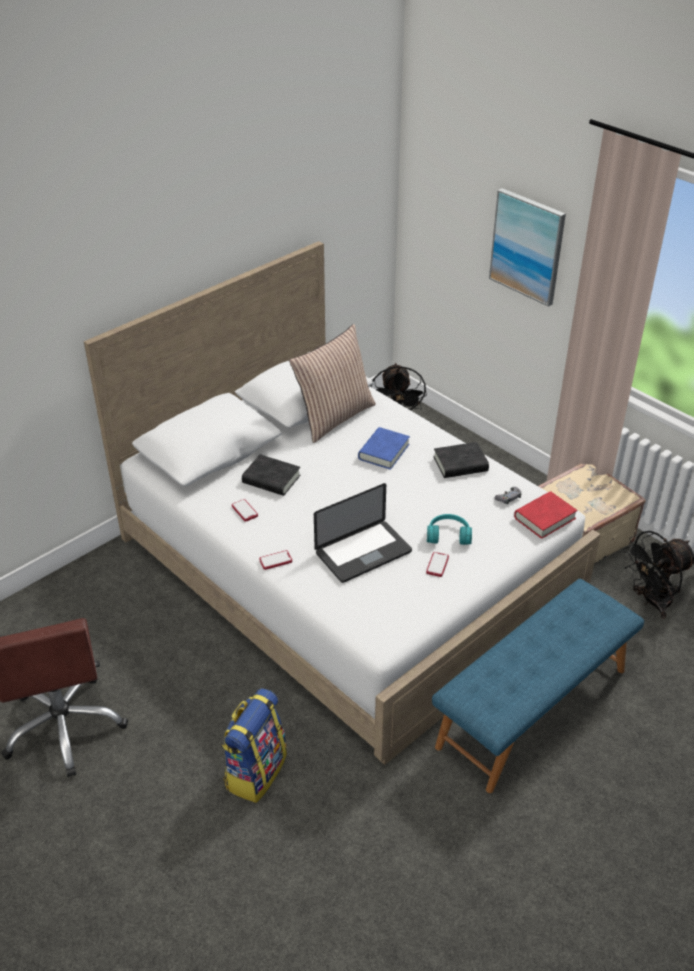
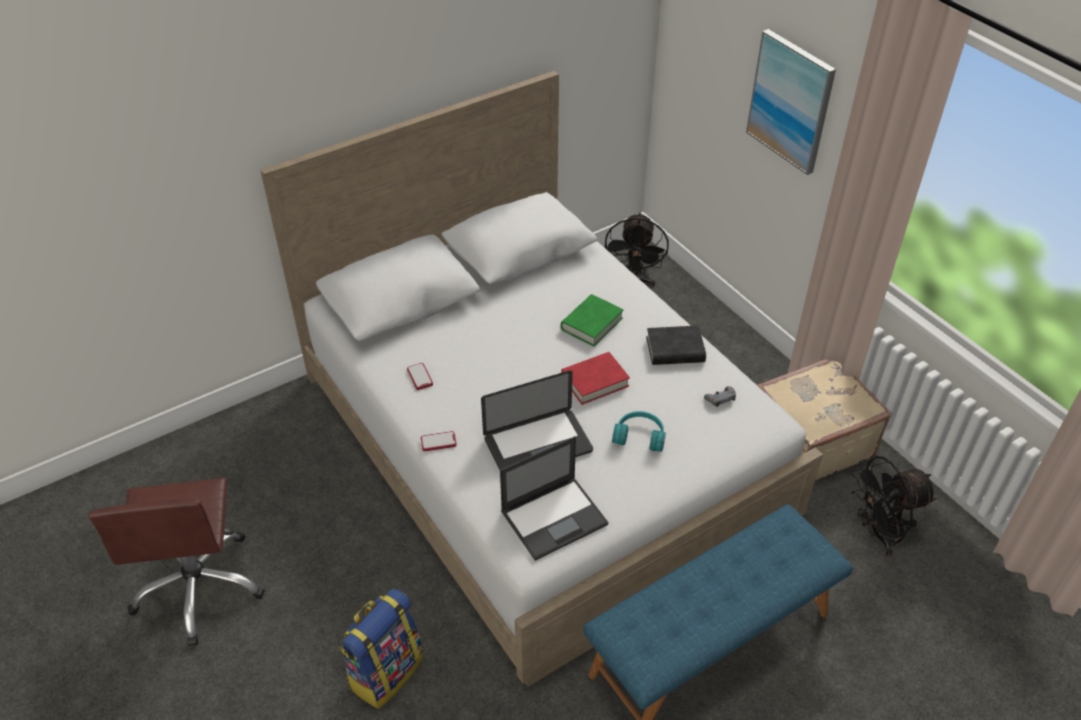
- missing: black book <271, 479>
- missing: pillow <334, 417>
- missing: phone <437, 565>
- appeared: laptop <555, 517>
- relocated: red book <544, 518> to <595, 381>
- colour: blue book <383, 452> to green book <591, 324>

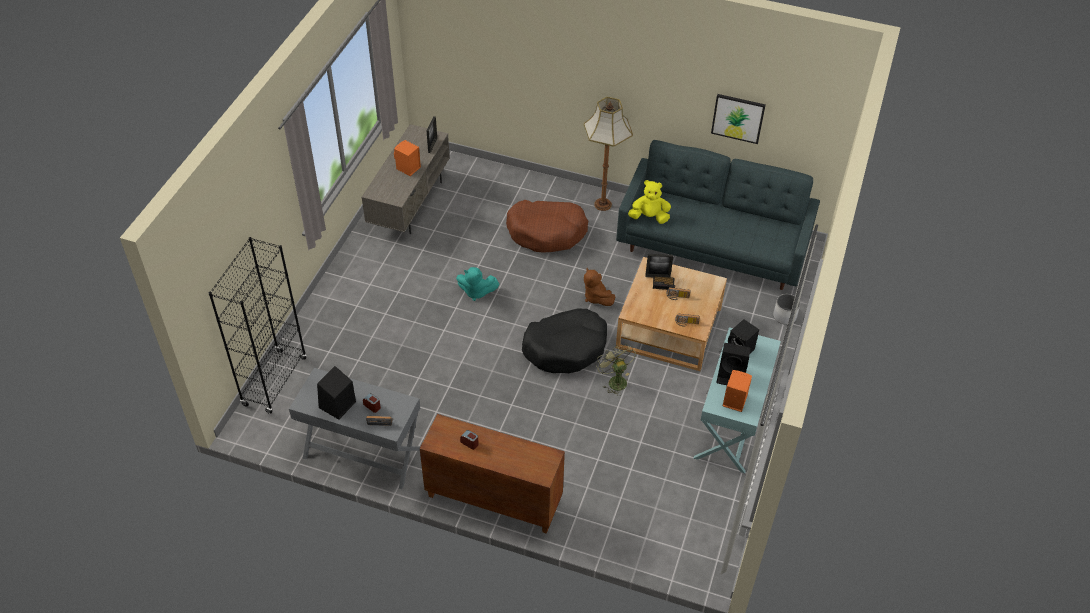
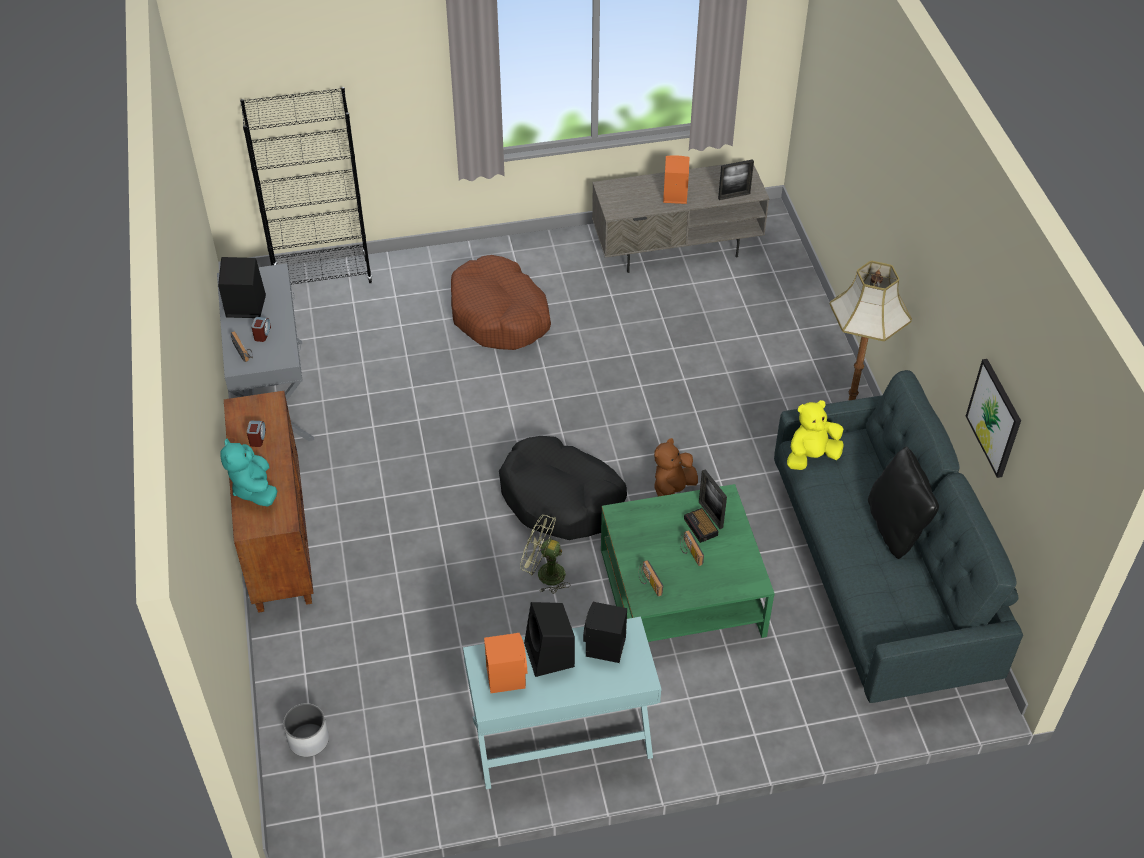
- appeared: black pillow <895, 527>
- relocated: turquoise plush toy <476, 292> to <254, 489>
- relocated: brown dog bed <547, 232> to <499, 315>
- relocated: white planter <784, 316> to <308, 739>
- colour: beige coffee table <669, 328> to green coffee table <682, 592>
- spun: green fan <614, 380> = <544, 573> 105 degrees counterclockwise
- spun: yellow plush toy <649, 217> = <811, 456> 90 degrees counterclockwise

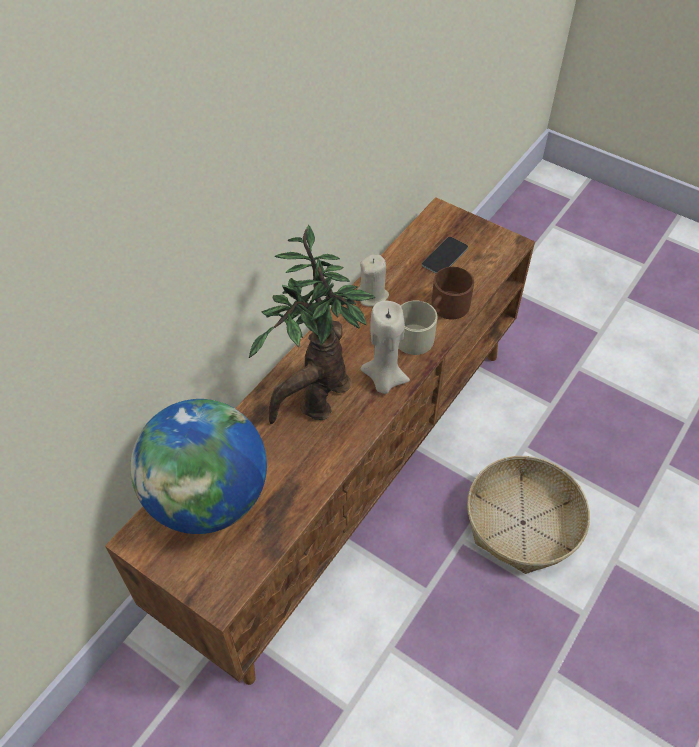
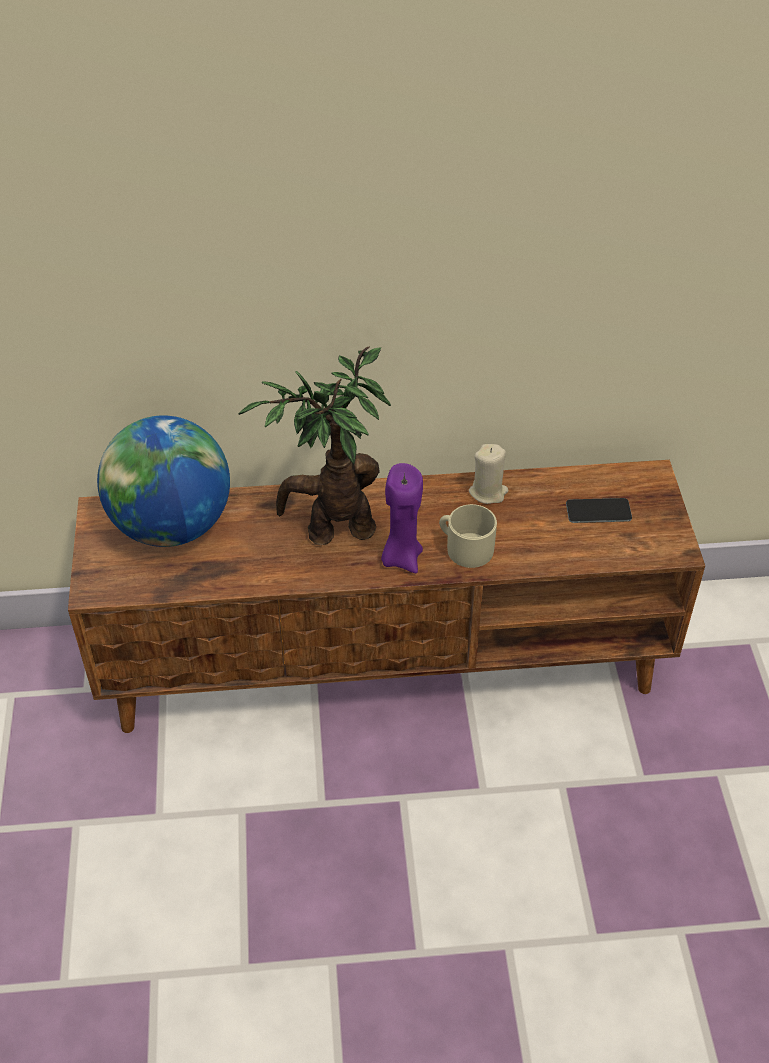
- missing: brown mug <447, 308>
- missing: basket <522, 522>
- colour: beige candle <384, 380> to purple candle <401, 557>

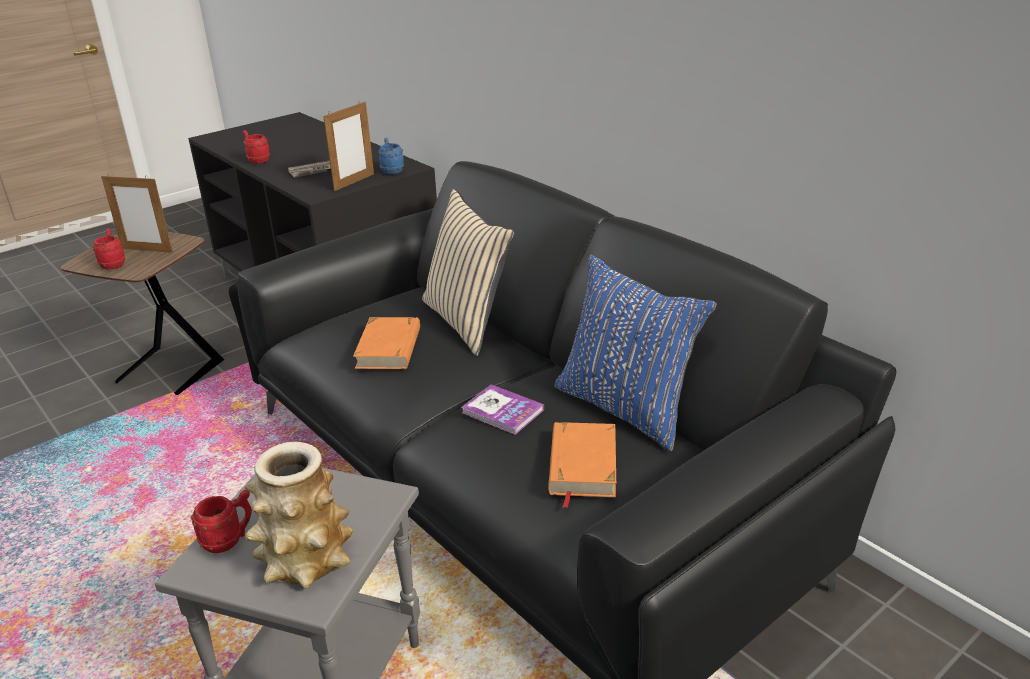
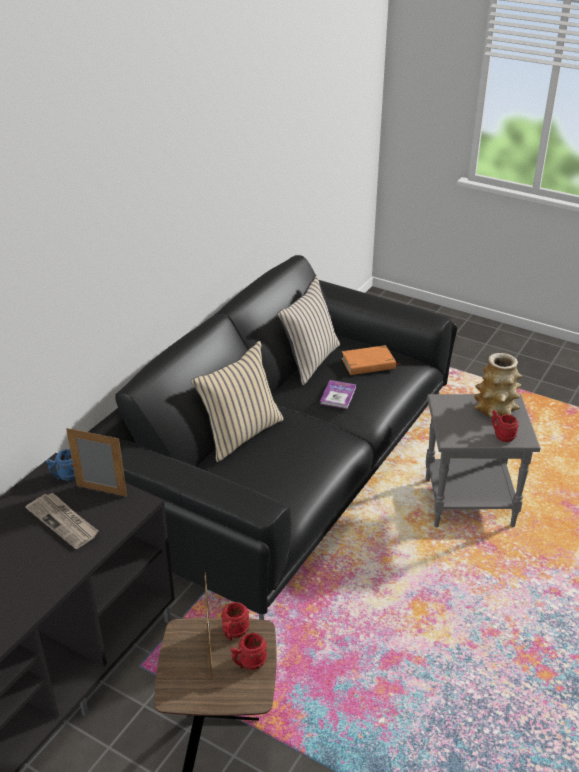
- missing: orange book <389, 348>
- relocated: red mug <256, 160> to <233, 633>
- colour: blue pillow <626, 407> to beige pillow <309, 361>

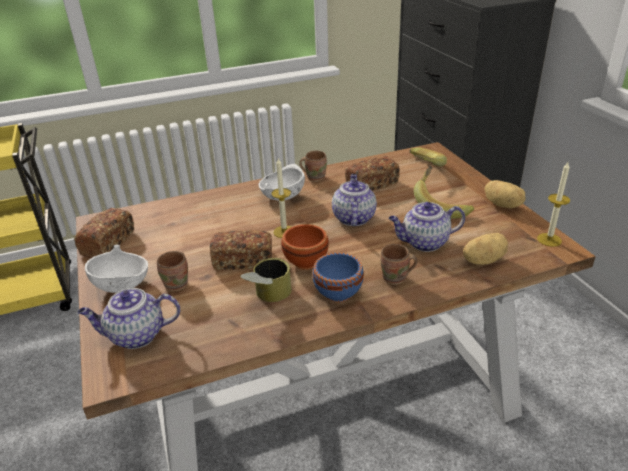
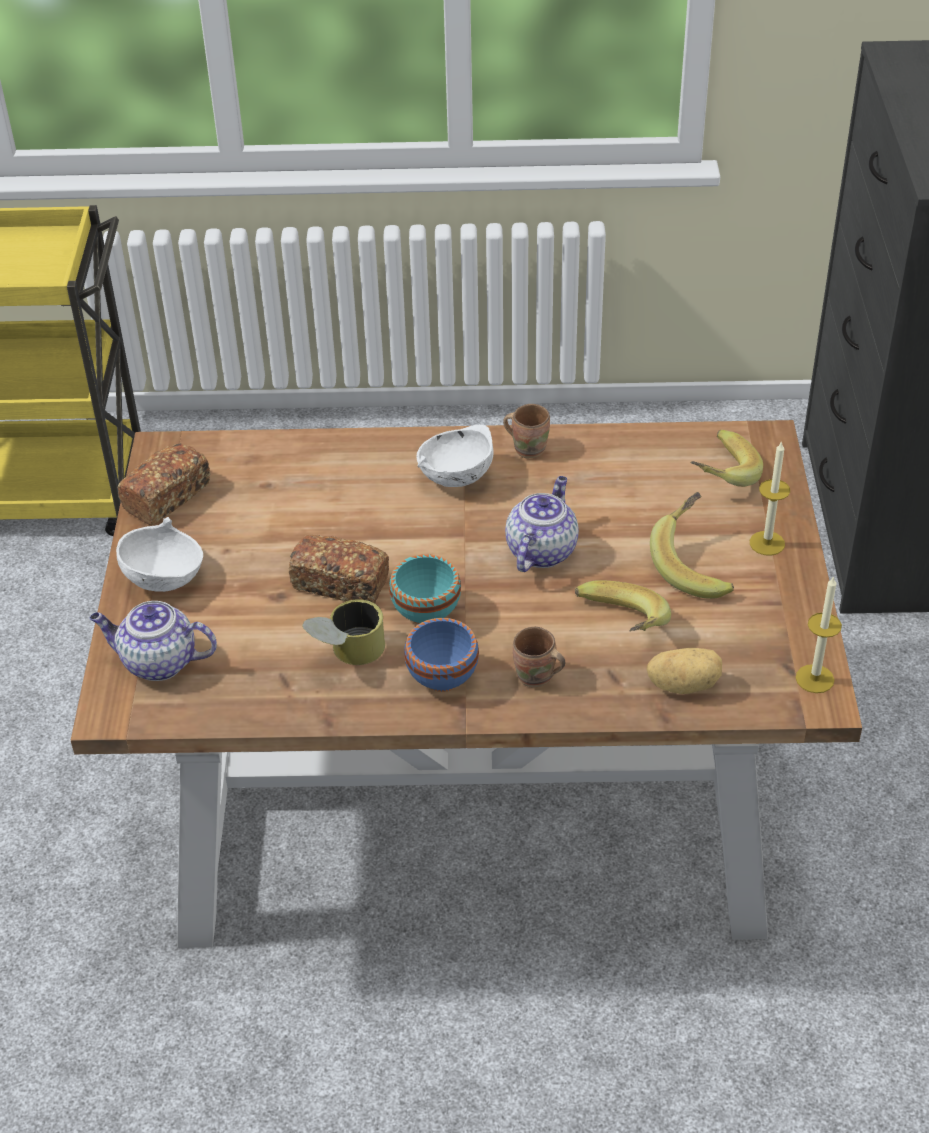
- missing: brown mug <178, 284>
- missing: bread <372, 184>
- missing: potato <503, 205>
- relocated: candle <284, 232> to <767, 543>
- exchanged: teapot <424, 243> to banana <618, 628>
- colour: brown bowl <305, 263> to turquoise bowl <424, 613>

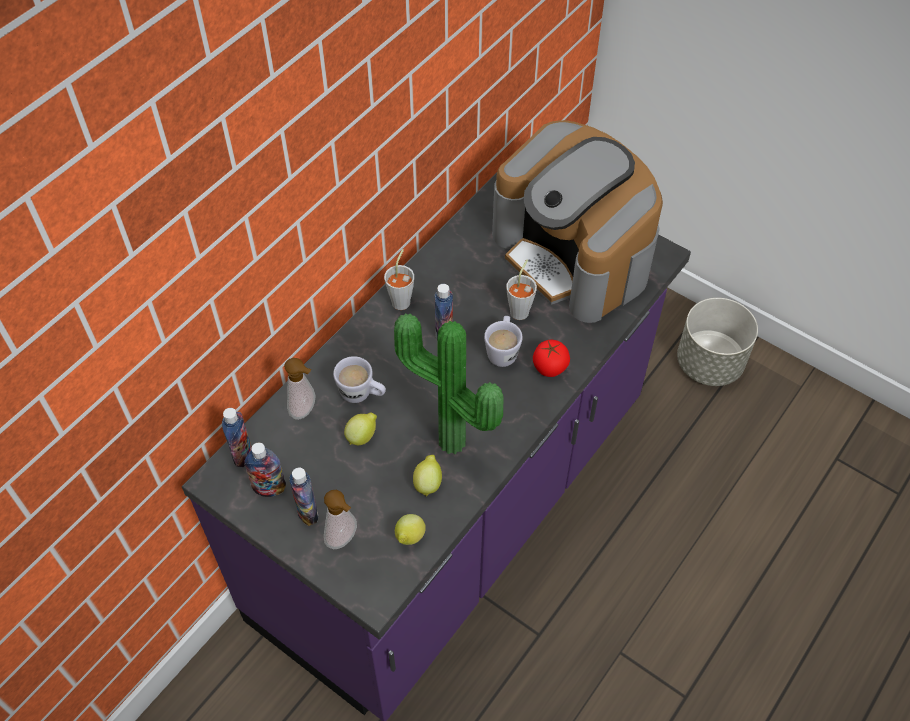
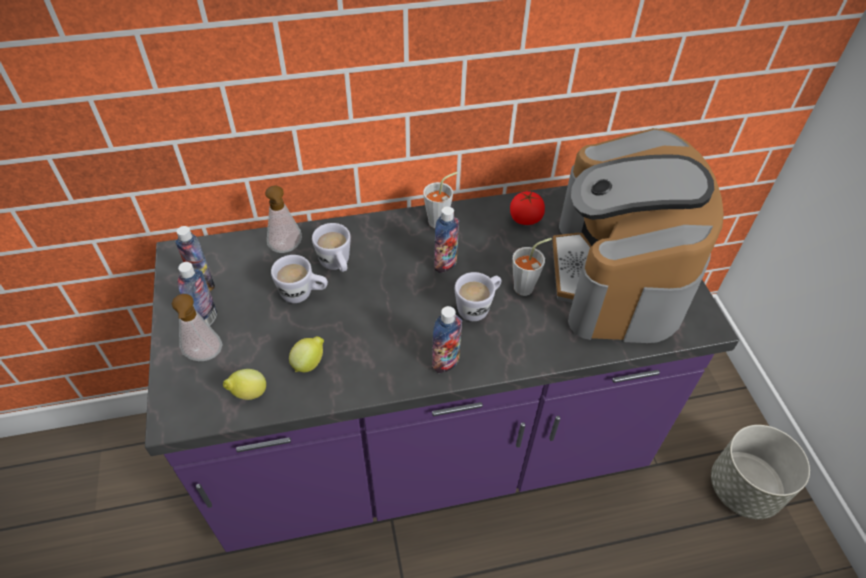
- missing: potted plant <449, 446>
- relocated: bottle <242, 454> to <445, 362>
- relocated: tomato <549, 367> to <525, 219>
- exchanged: lemon <362, 436> to white mug <303, 294>

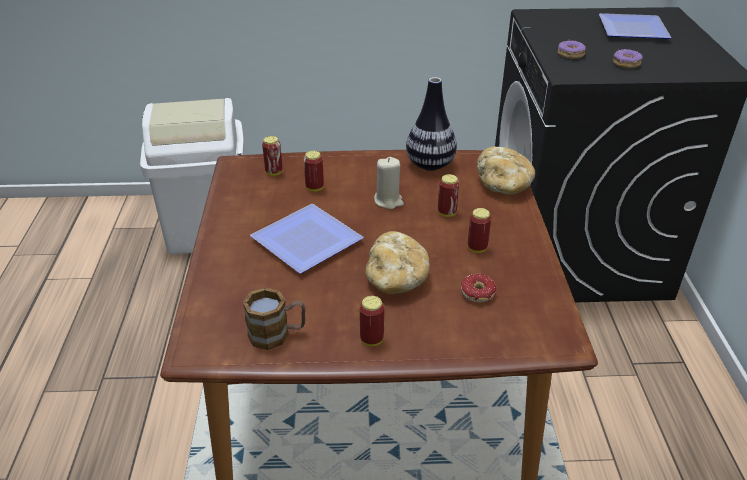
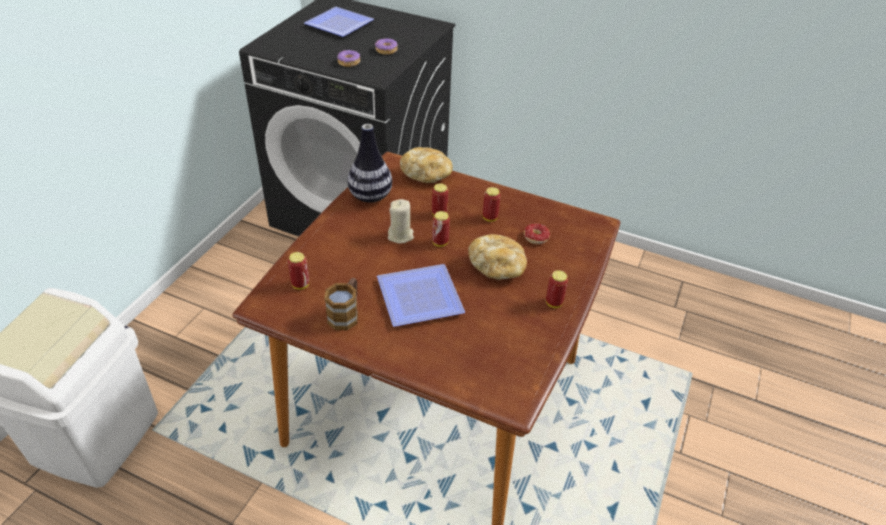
- relocated: mug <277, 334> to <346, 314>
- relocated: can <314, 188> to <440, 242>

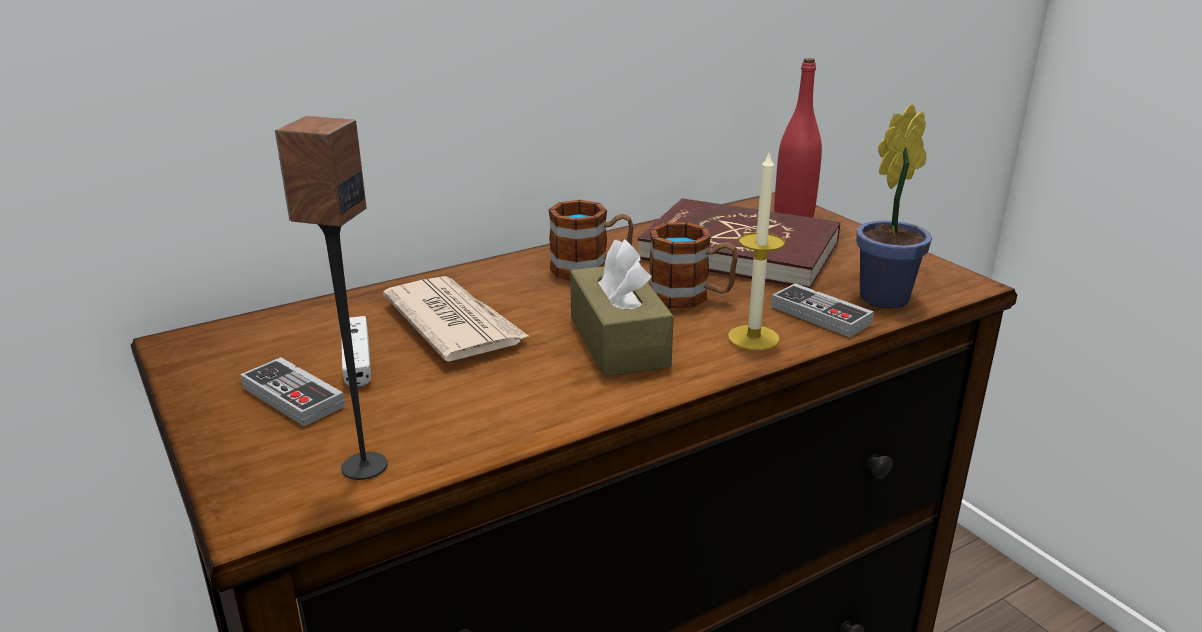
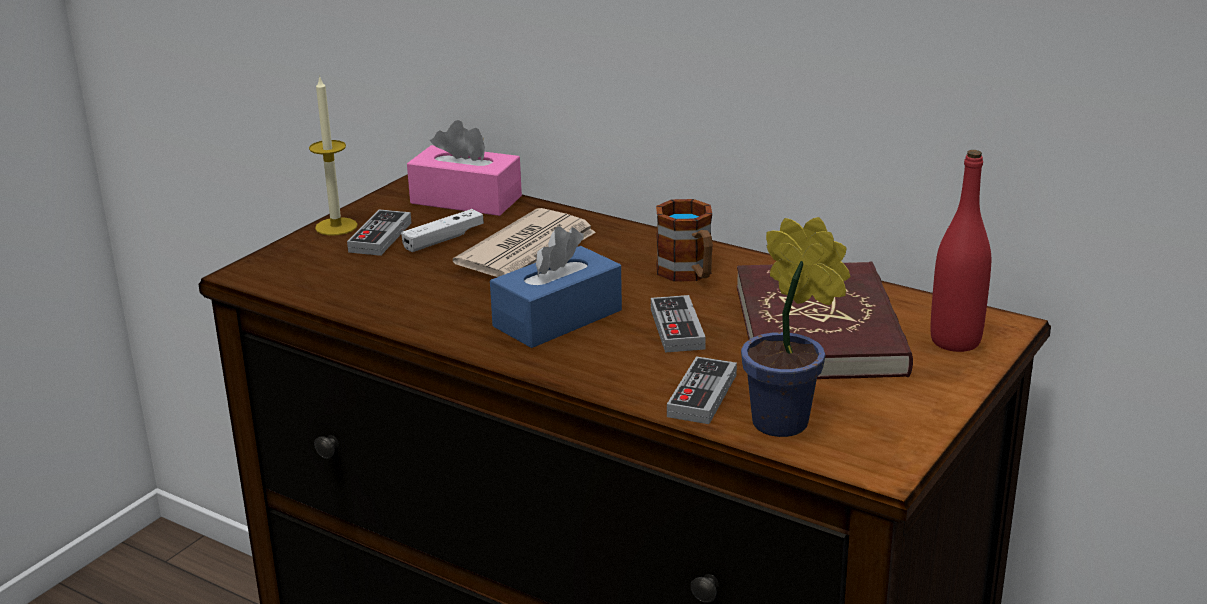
- missing: speaker <363, 466>
- appeared: pink tissue box <466, 200>
- relocated: candle <753, 338> to <336, 226>
- exchanged: mug <690, 297> to game controller <677, 329>
- colour: brown tissue box <618, 342> to blue tissue box <557, 318>

